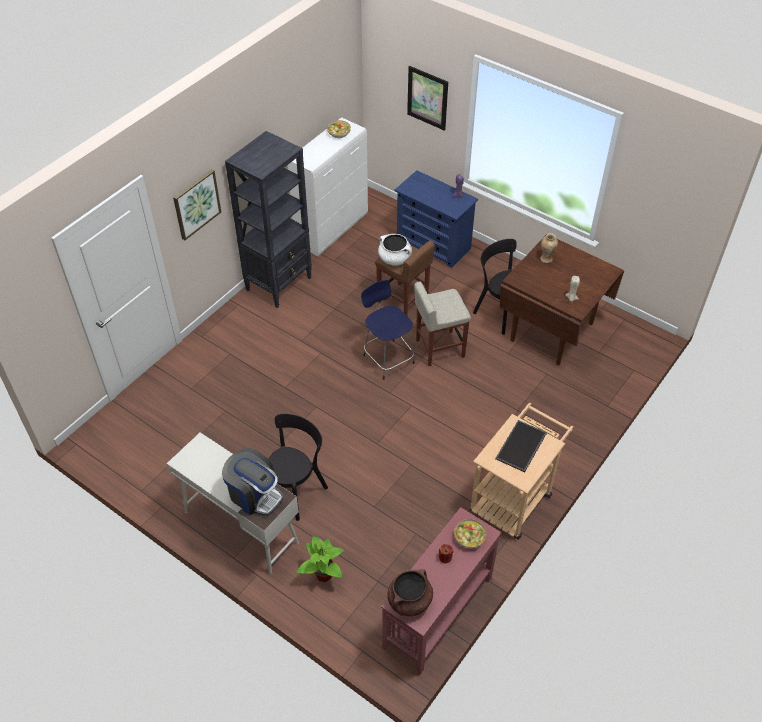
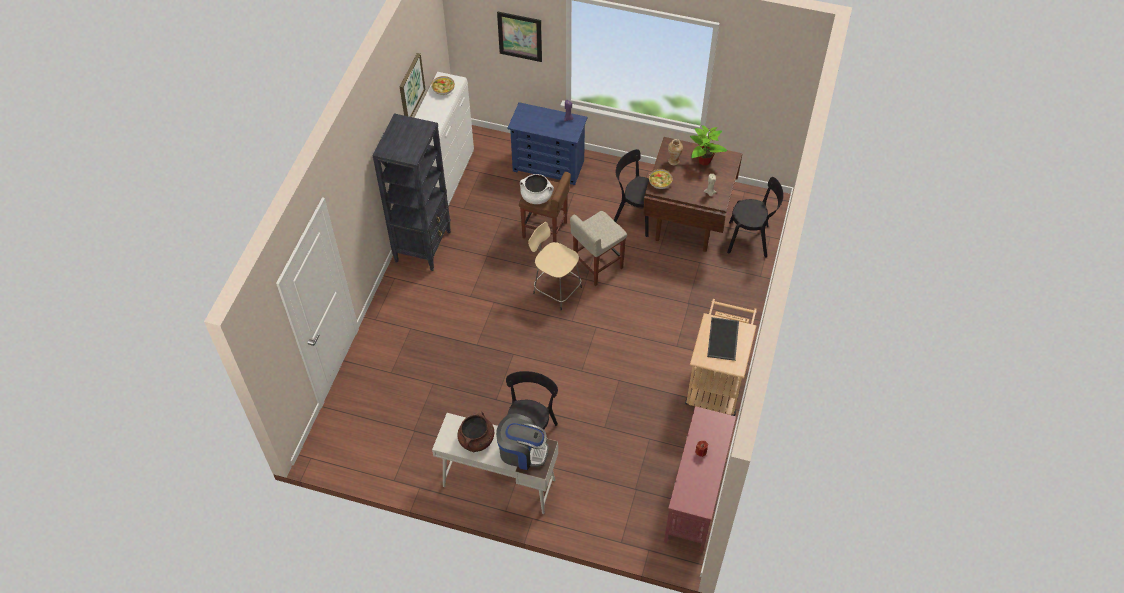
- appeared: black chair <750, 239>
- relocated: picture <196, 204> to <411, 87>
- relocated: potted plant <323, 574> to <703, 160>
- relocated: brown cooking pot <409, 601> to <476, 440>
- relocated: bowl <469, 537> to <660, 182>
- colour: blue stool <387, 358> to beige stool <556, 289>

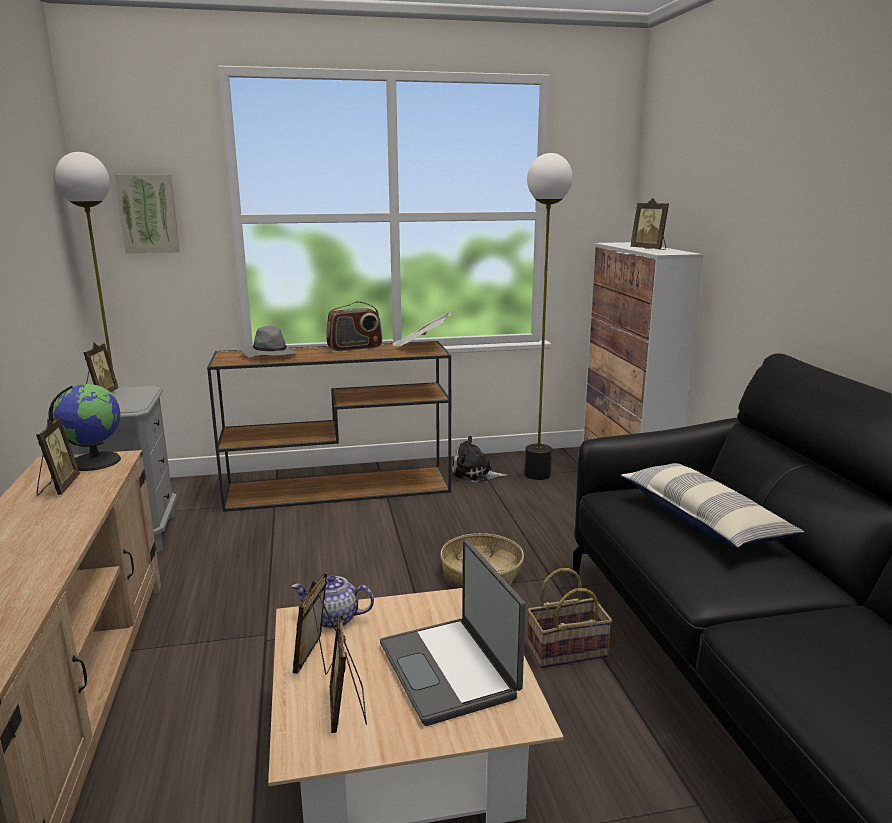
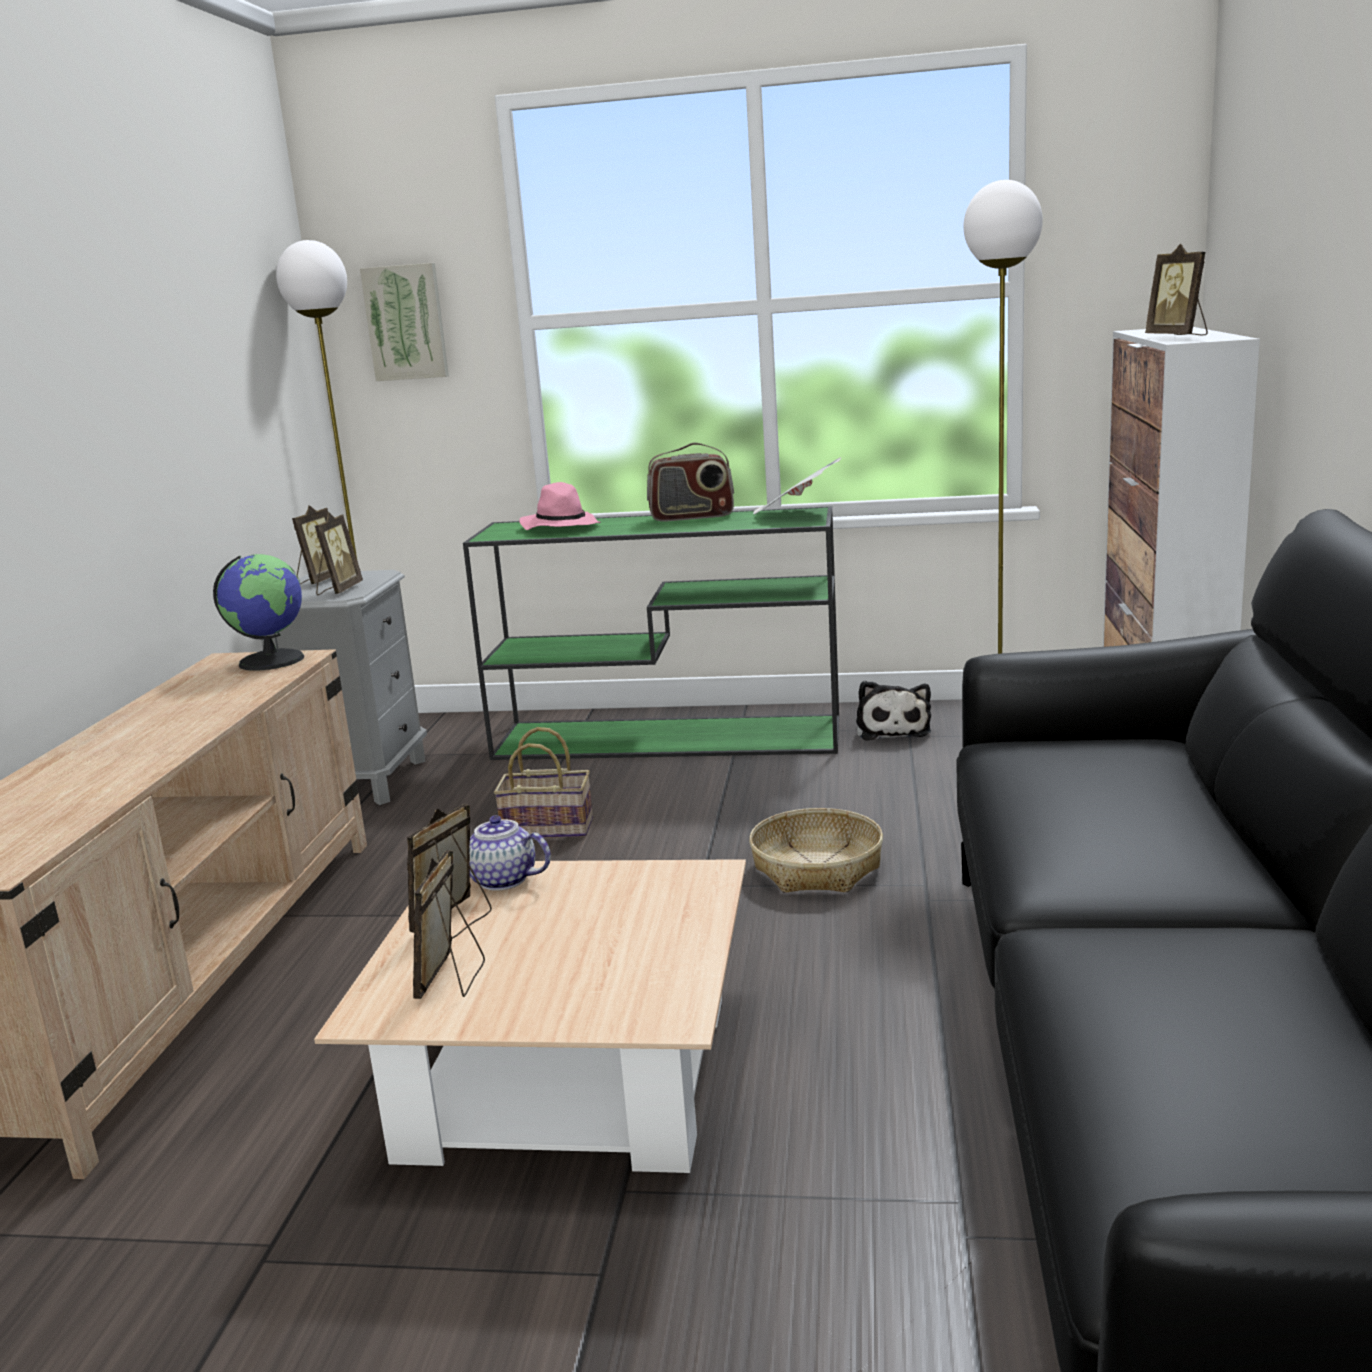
- missing: laptop <450, 670>
- missing: pillow <702, 520>
- relocated: picture frame <58, 487> to <339, 590>
- relocated: basket <568, 650> to <550, 827>
- colour: brown console table <340, 487> to green console table <671, 738>
- colour: grey hat <269, 355> to pink hat <560, 527>
- spun: plush toy <475, 474> = <892, 729> 120 degrees counterclockwise

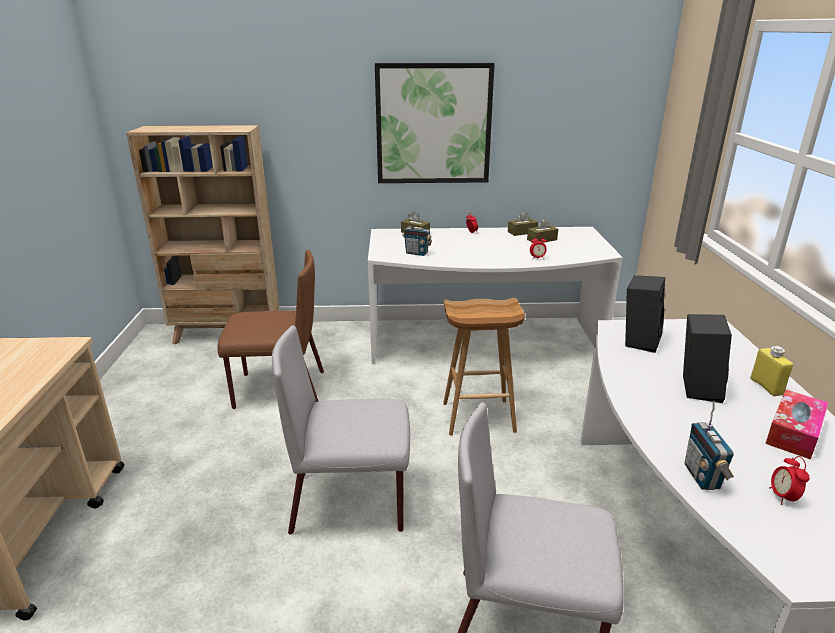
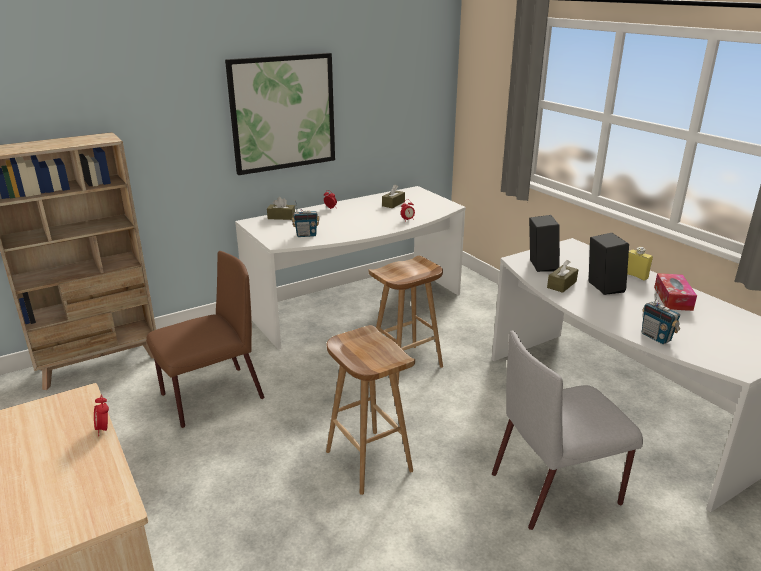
- relocated: brown tissue box <522, 232> to <561, 284>
- relocated: alarm clock <782, 497> to <104, 429>
- exchanged: grey chair <351, 501> to brown stool <367, 460>

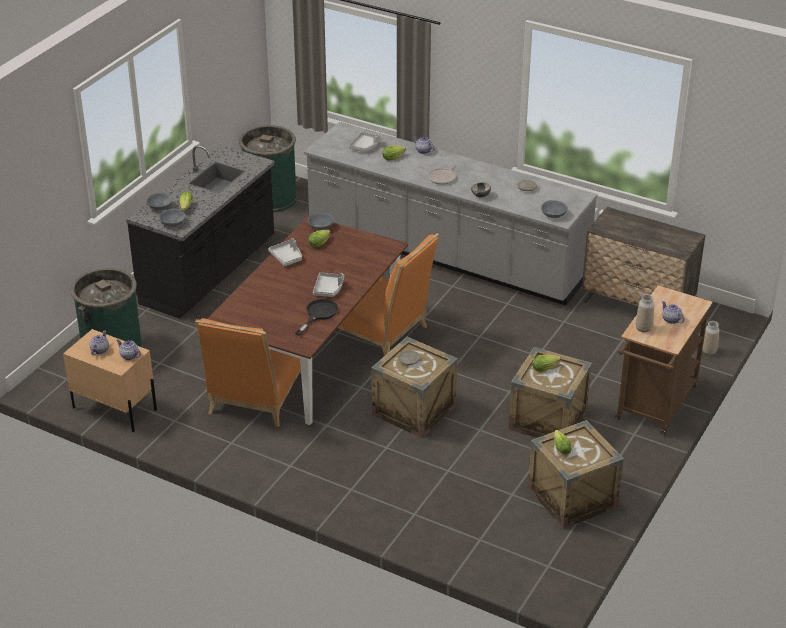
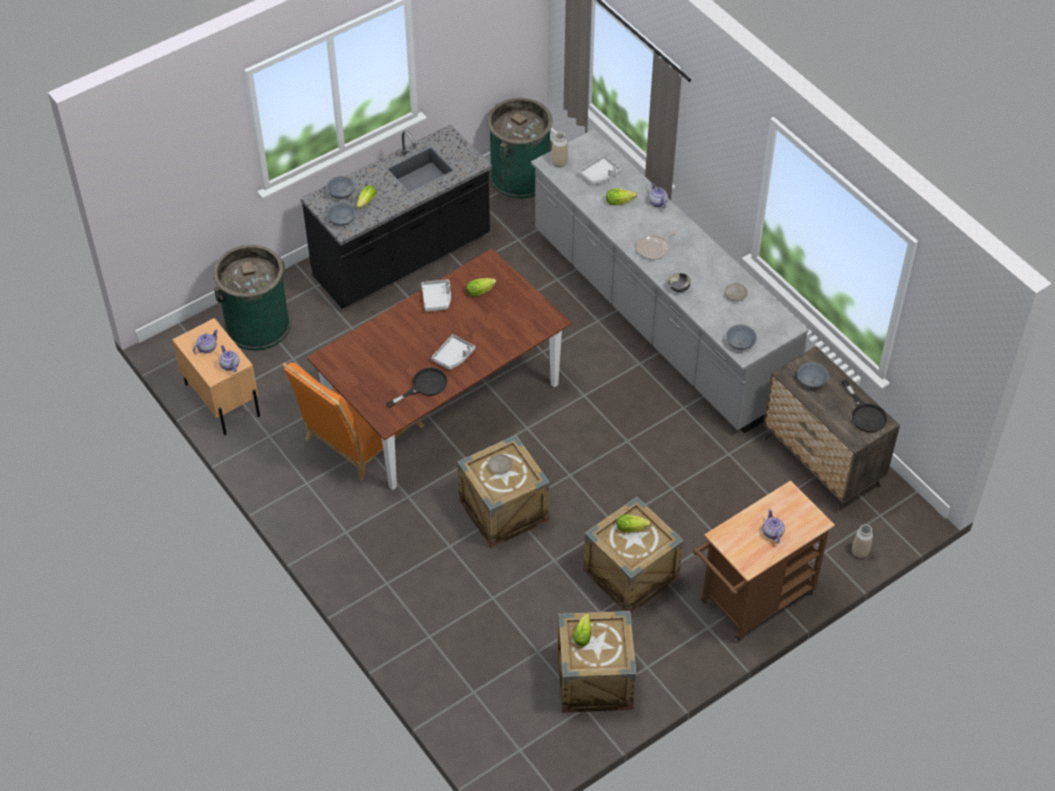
- missing: orange chair <380, 333>
- appeared: black frying pan <865, 414>
- relocated: grey bowl <321, 226> to <812, 380>
- relocated: vase <643, 328> to <559, 163>

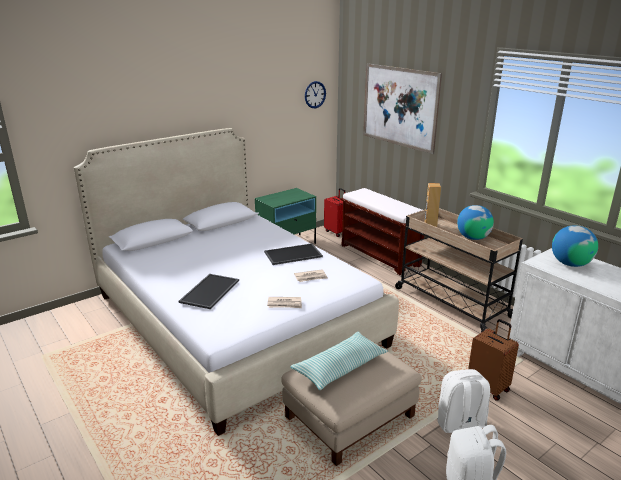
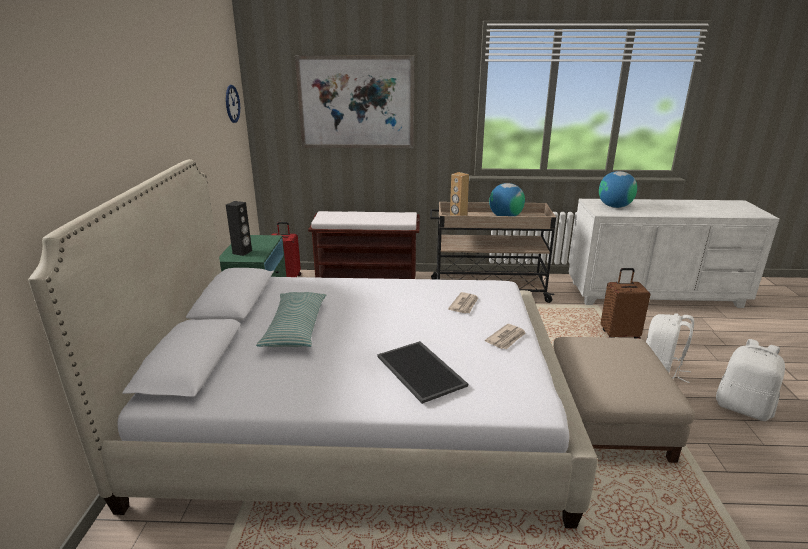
- missing: tray <293, 255>
- appeared: black speaker <242, 252>
- relocated: pillow <340, 367> to <295, 328>

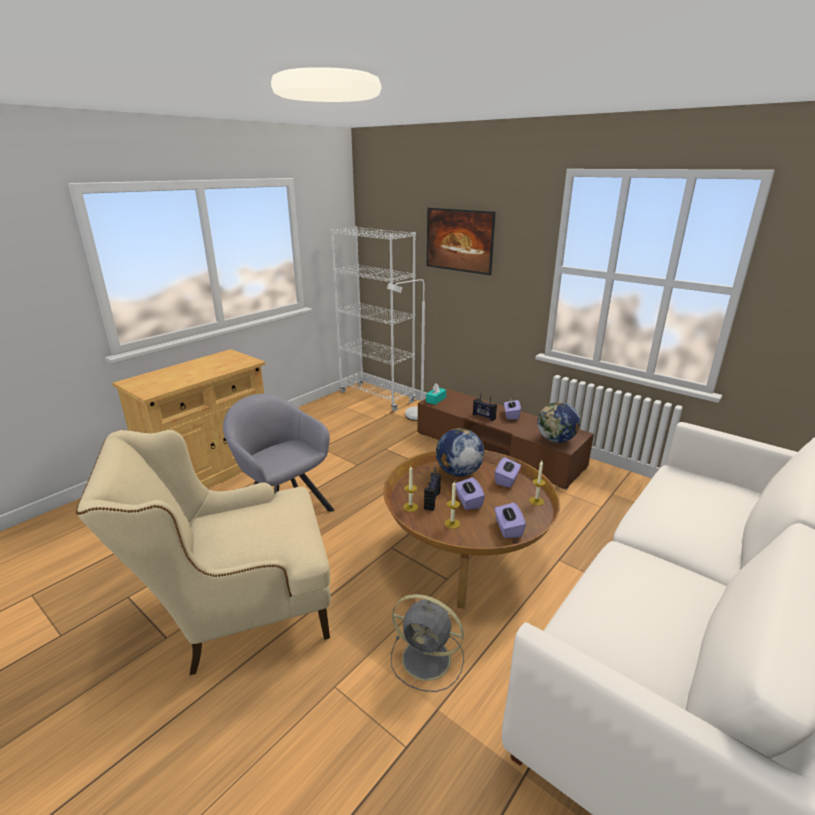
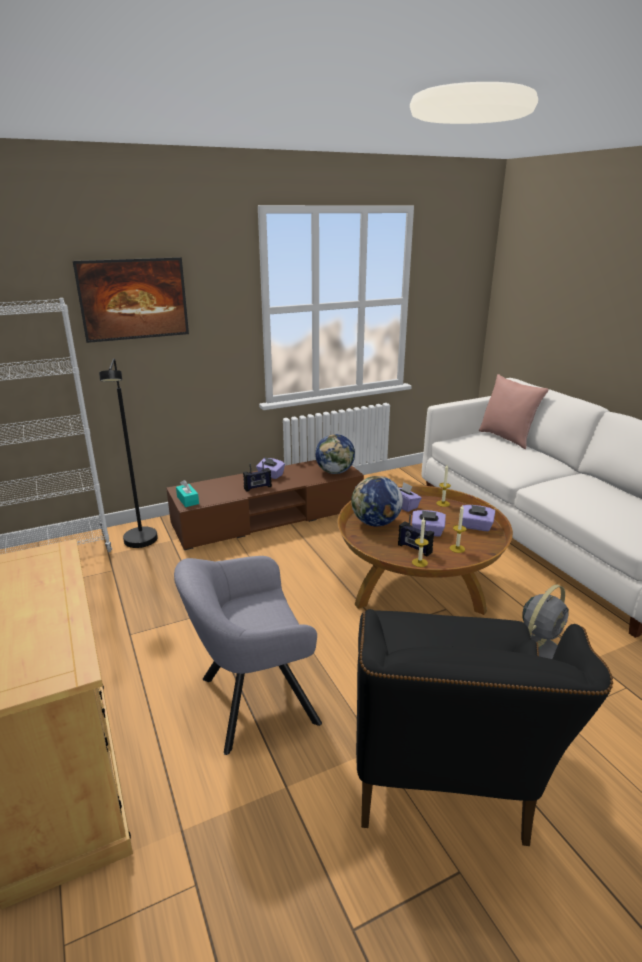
- appeared: pink pillow <507, 438>
- colour: beige armchair <239, 613> to black armchair <439, 781>
- colour: white floor lamp <411, 417> to black floor lamp <140, 544>

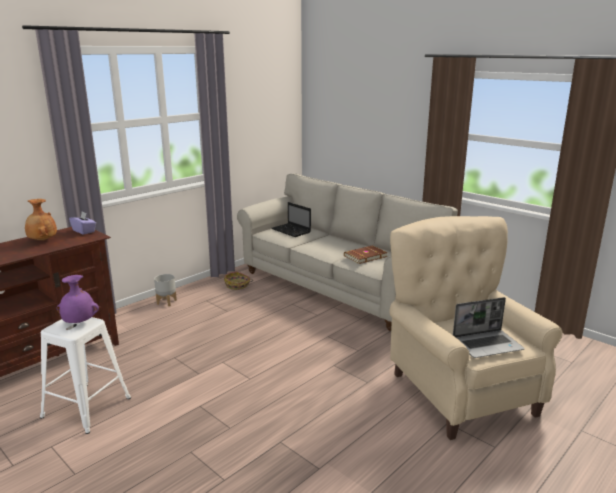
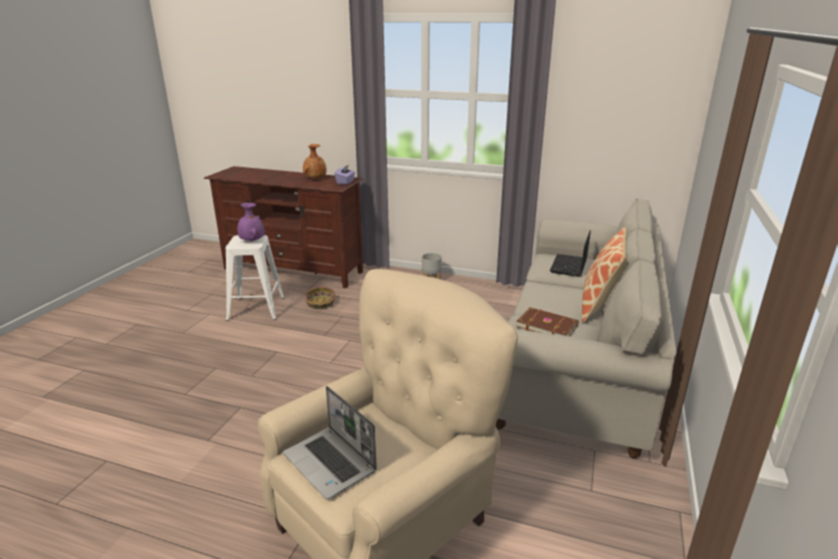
- appeared: pillow <599, 305>
- relocated: basket <237, 285> to <321, 304>

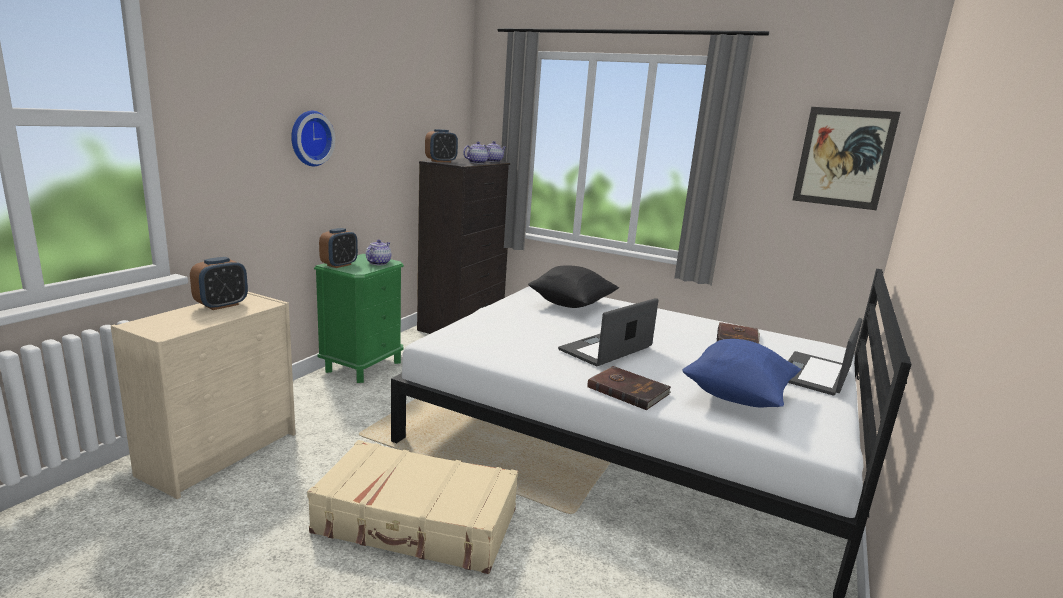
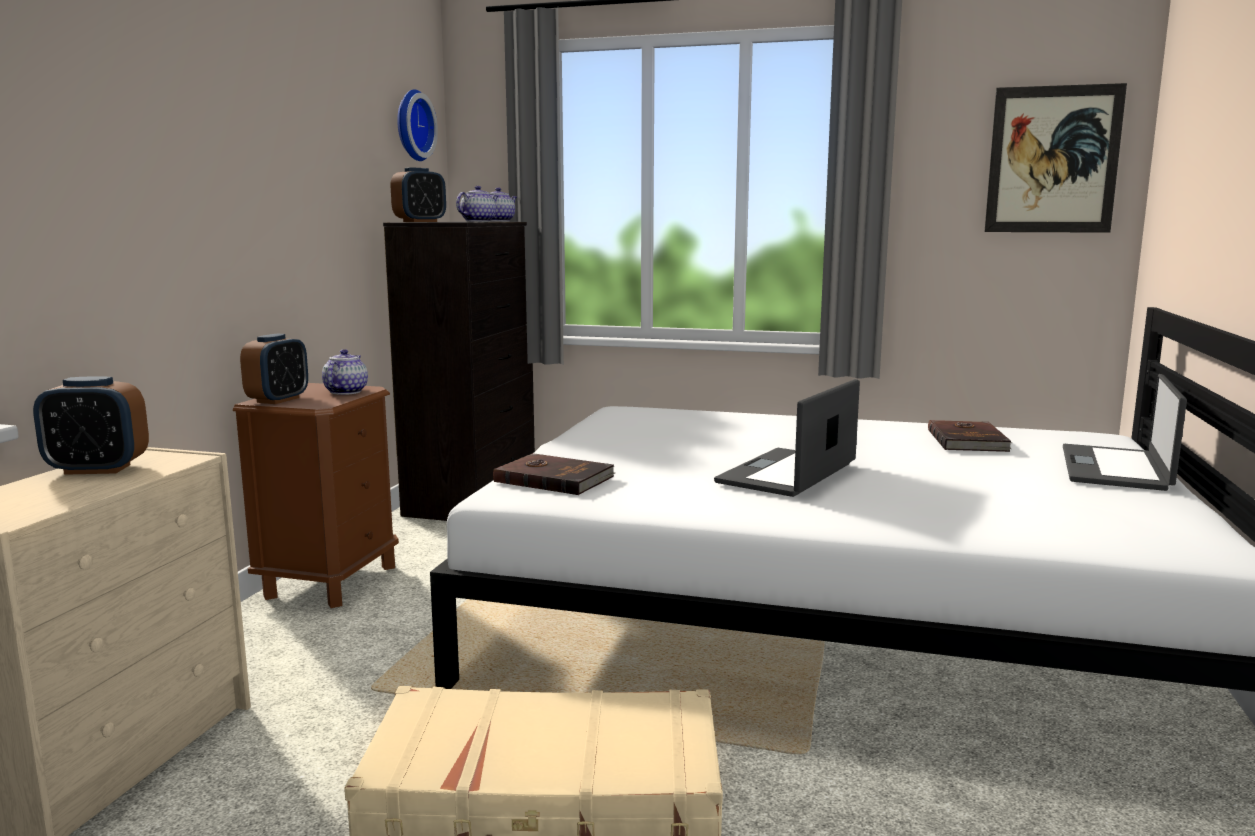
- missing: black pillow <572, 305>
- missing: blue pillow <738, 396>
- relocated: wall clock <309, 138> to <411, 125>
- relocated: brown book <628, 390> to <554, 478>
- colour: green nightstand <363, 366> to brown nightstand <330, 581>
- spun: alarm clock <221, 305> = <97, 469> 60 degrees clockwise

